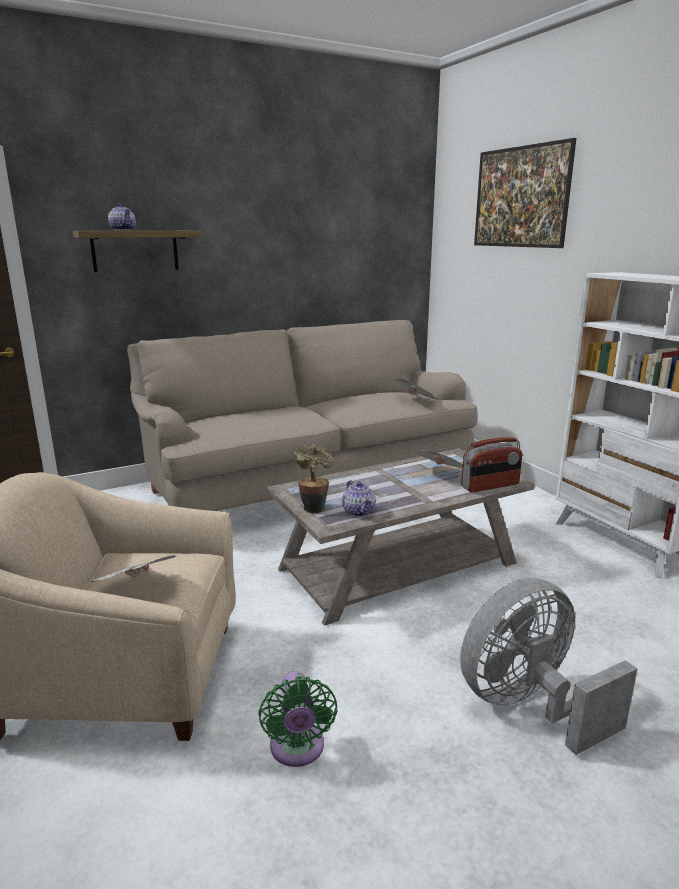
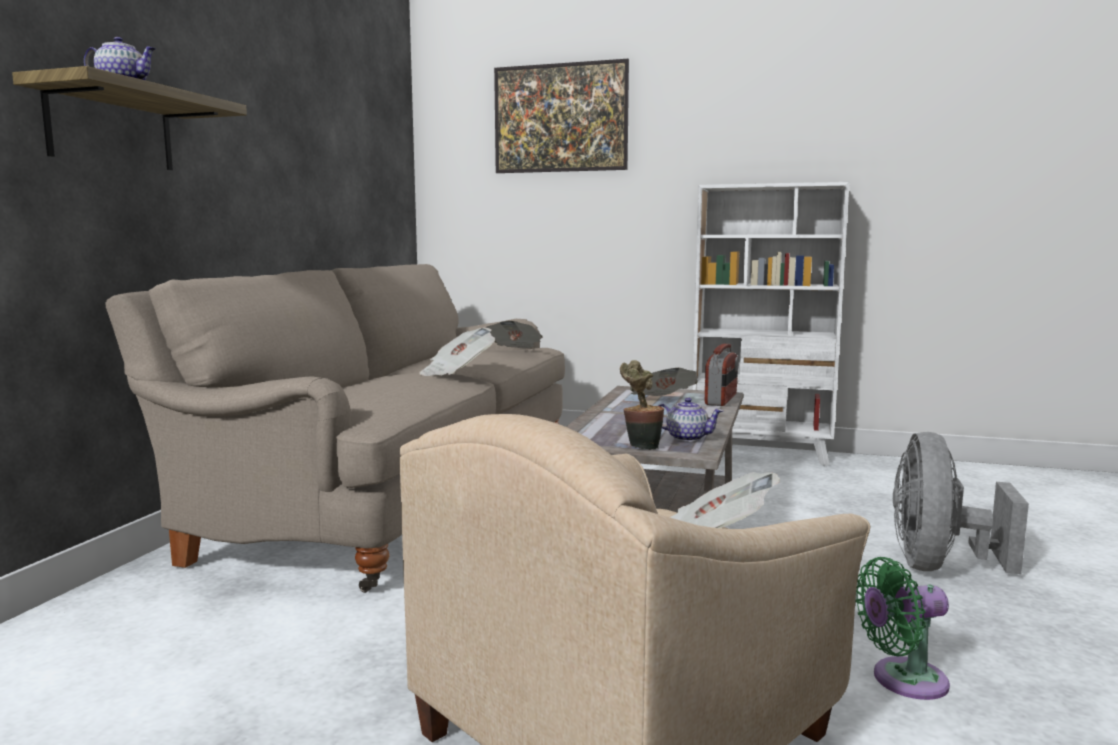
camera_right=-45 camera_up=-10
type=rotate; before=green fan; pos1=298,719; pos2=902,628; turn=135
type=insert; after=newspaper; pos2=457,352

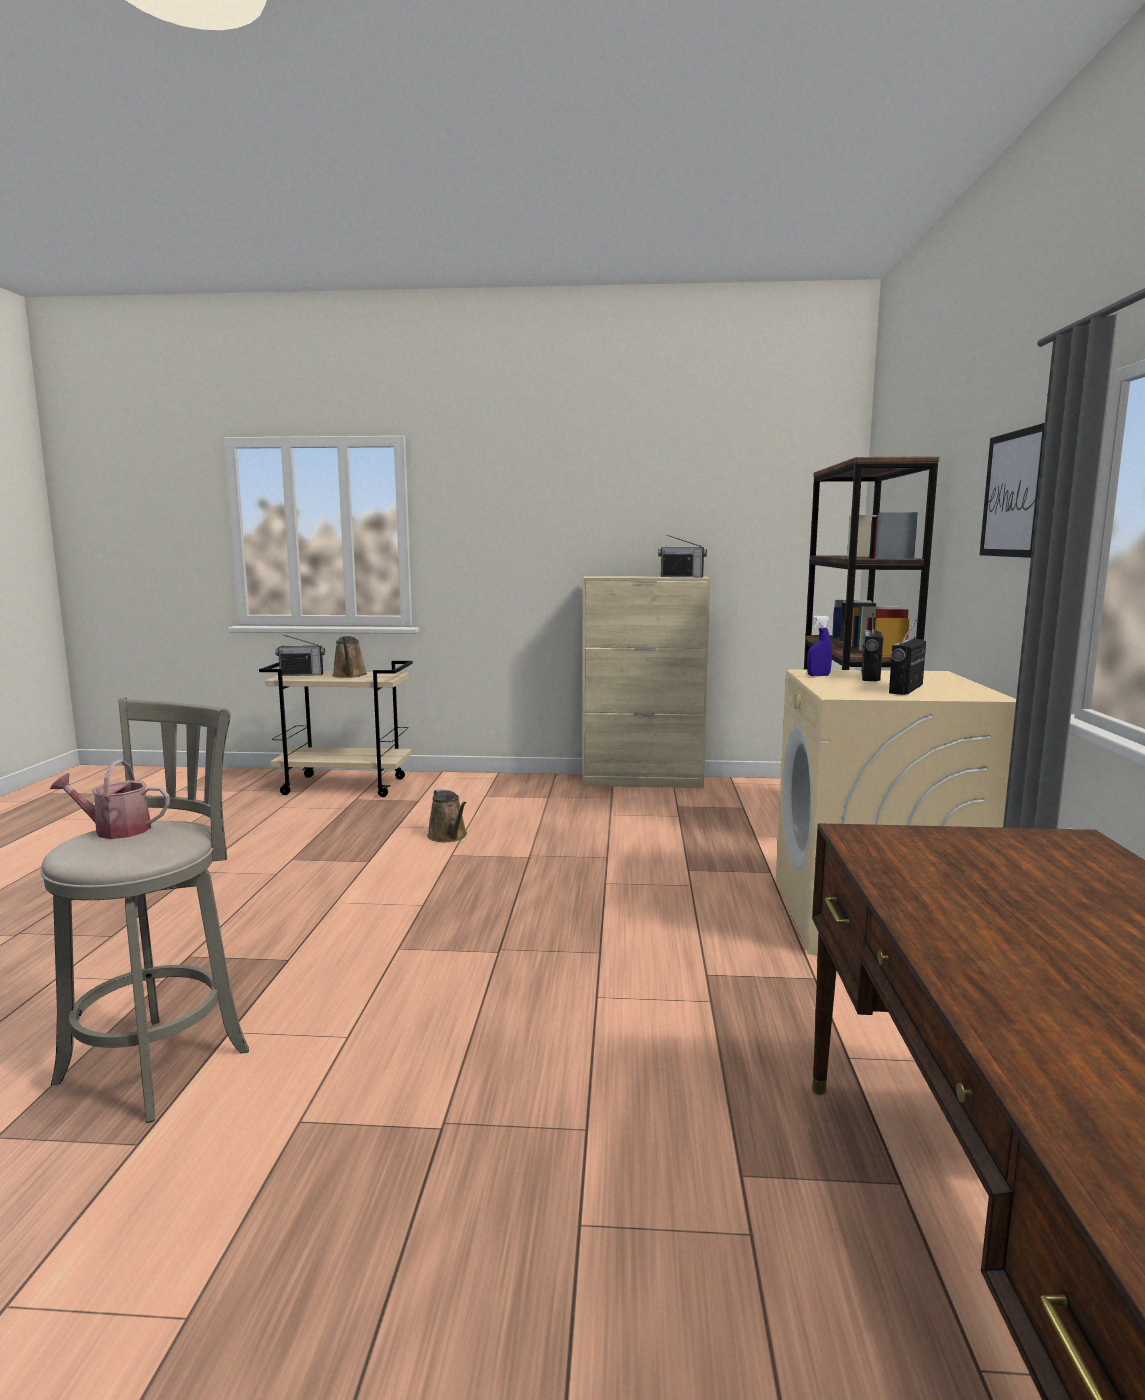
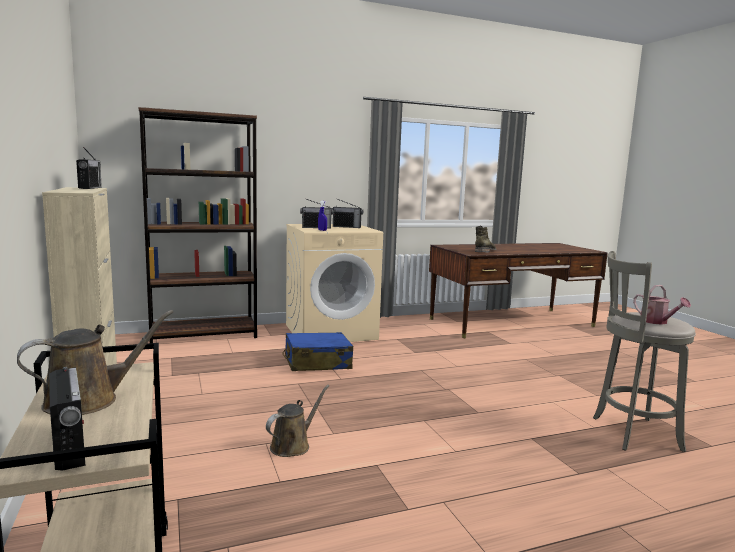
camera_right=-115 camera_up=0
type=delete; before=picture; pos1=1012,490
type=insert; after=blue suitcase; pos2=317,351
type=insert; after=green boot; pos2=485,239

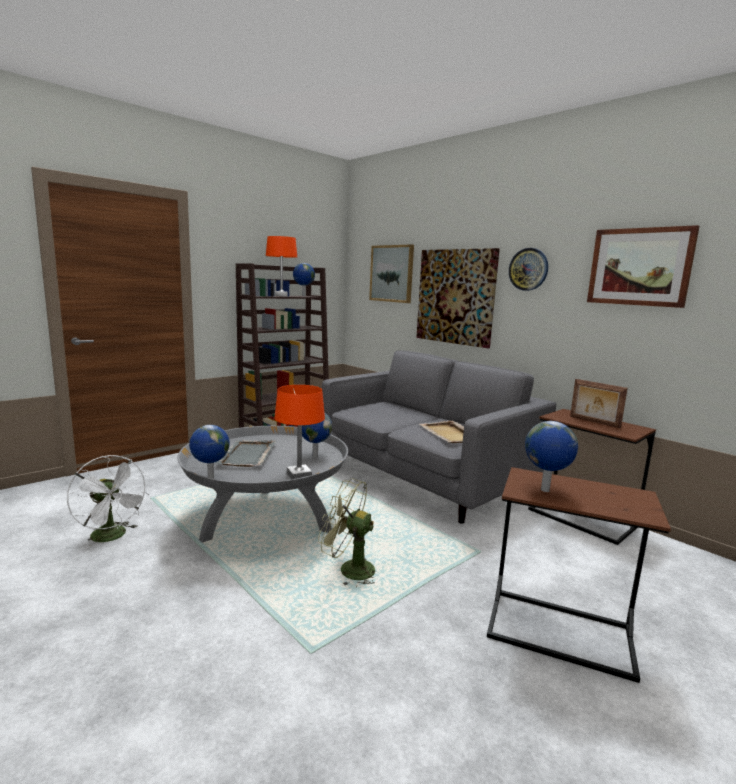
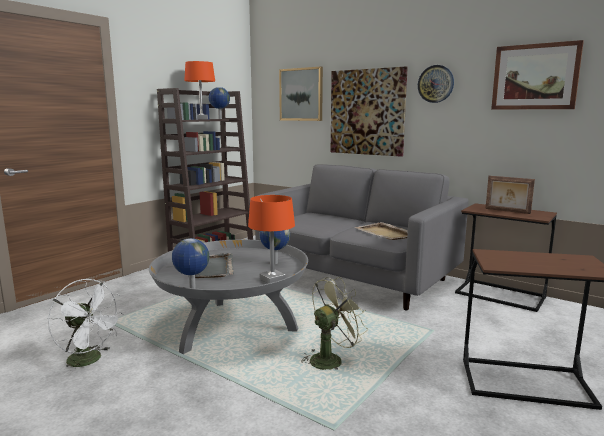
camera_right=-10 camera_up=0
type=rotate; before=green fan; pos1=347,533; pos2=334,323; turn=135
type=delete; before=globe; pos1=551,456

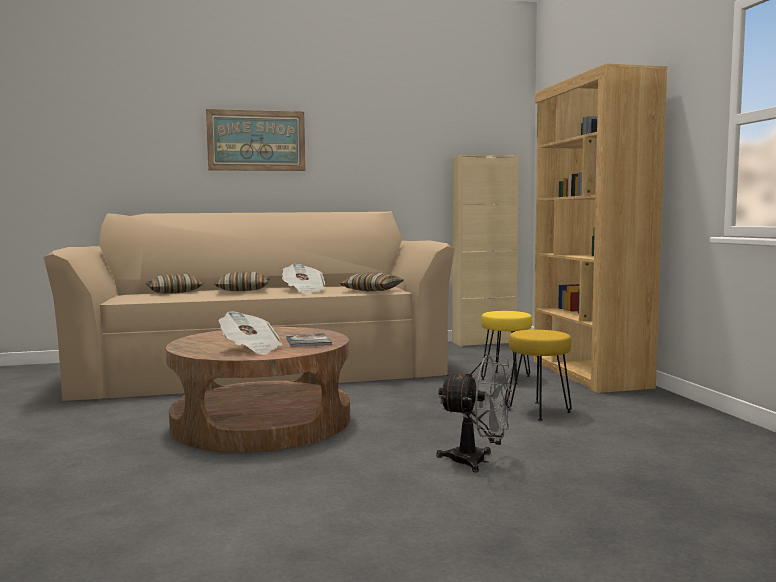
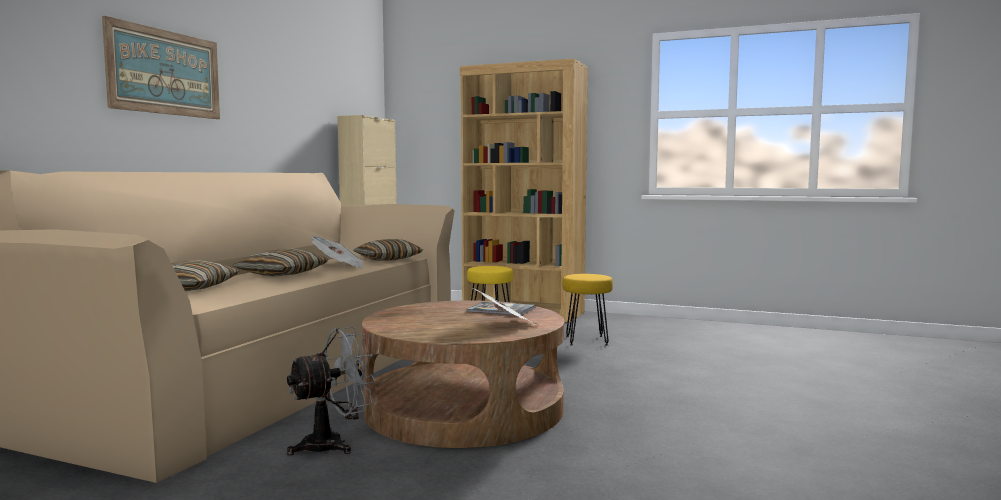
camera_right=-55 camera_up=0
type=move; before=grey fan; pos1=475,413; pos2=331,391

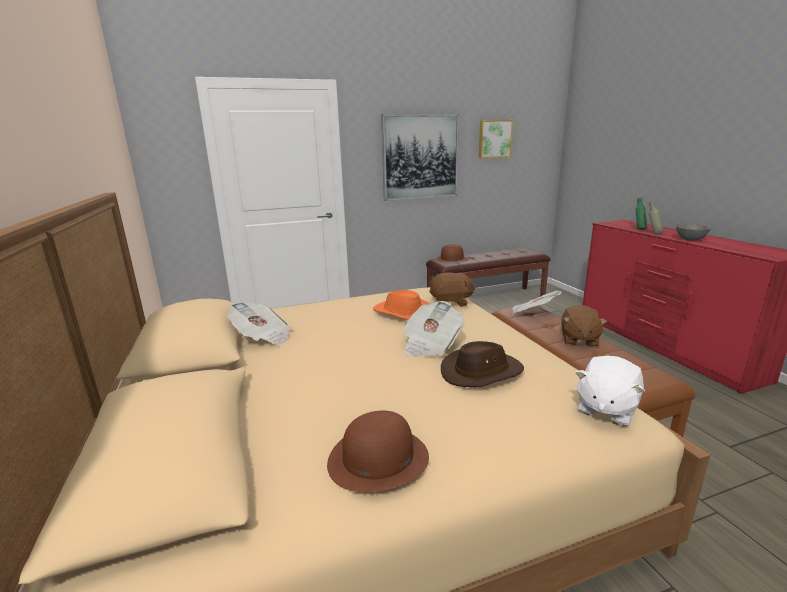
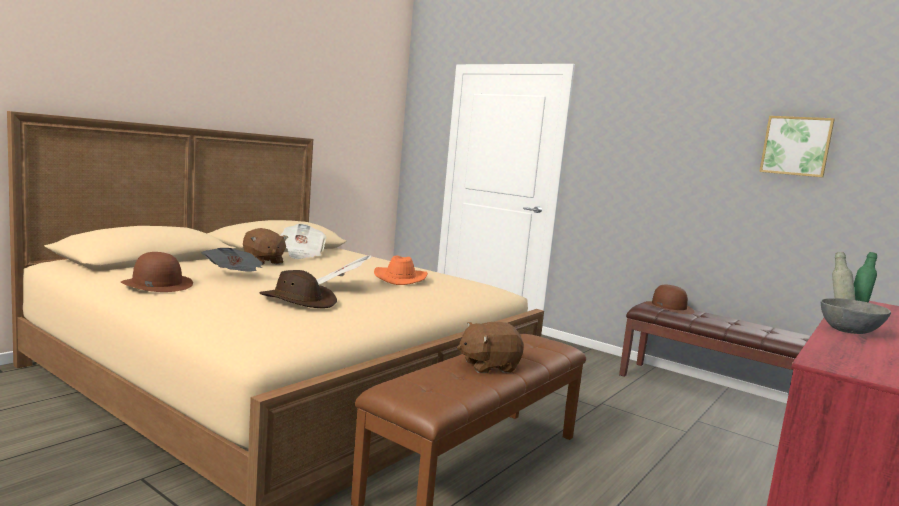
camera_right=55 camera_up=-10
type=delete; before=picture; pos1=420,157
type=move; before=brown plush toy; pos1=453,289; pos2=265,246
type=move; before=newspaper; pos1=536,302; pos2=232,260
type=delete; before=white plush toy; pos1=610,391

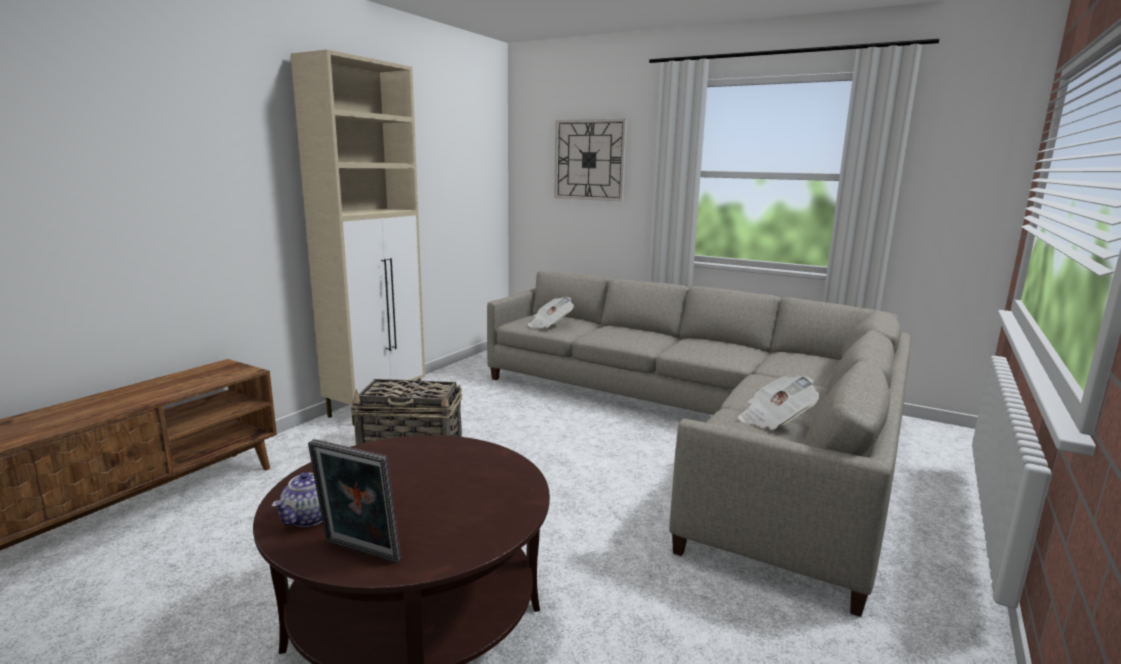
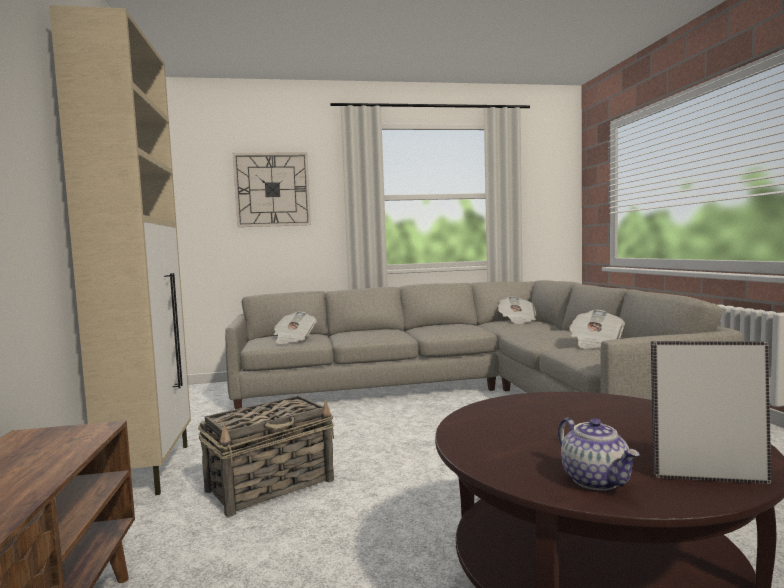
camera_right=-40 camera_up=-10
type=rotate; before=picture frame; pos1=354,501; pos2=711,412; turn=-150
type=insert; after=newspaper; pos2=517,310

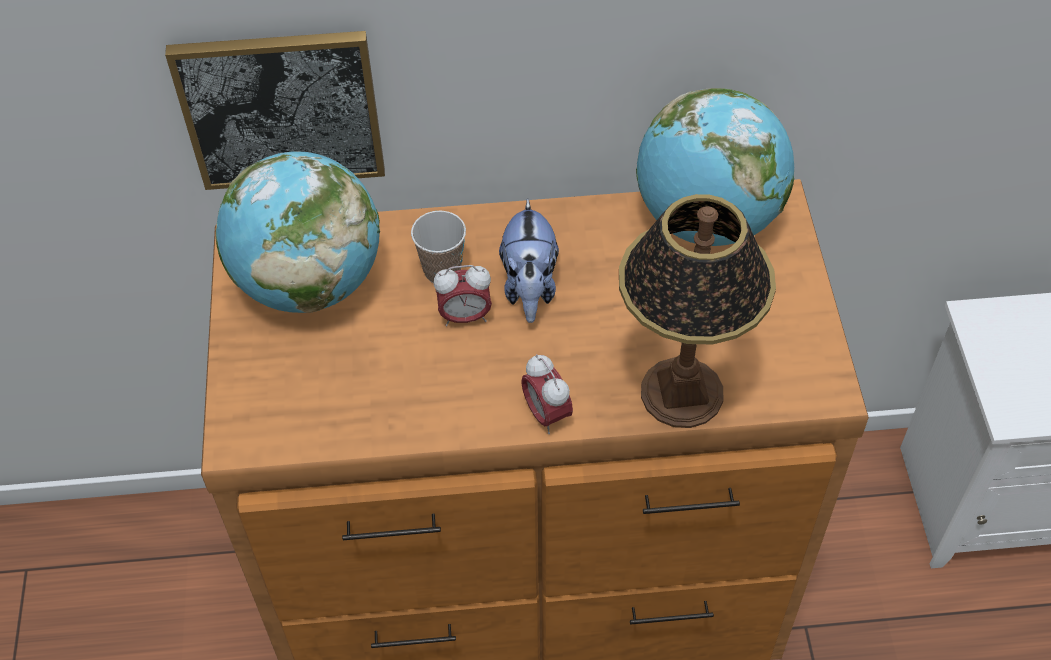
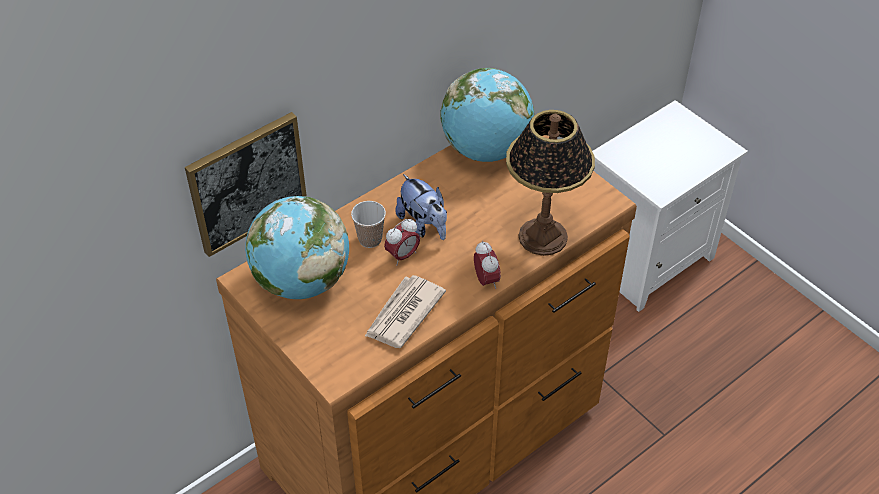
camera_right=-35 camera_up=-5
type=rotate; before=alarm clock; pos1=547,394; pos2=487,265; turn=-135
type=insert; after=newspaper; pos2=405,311

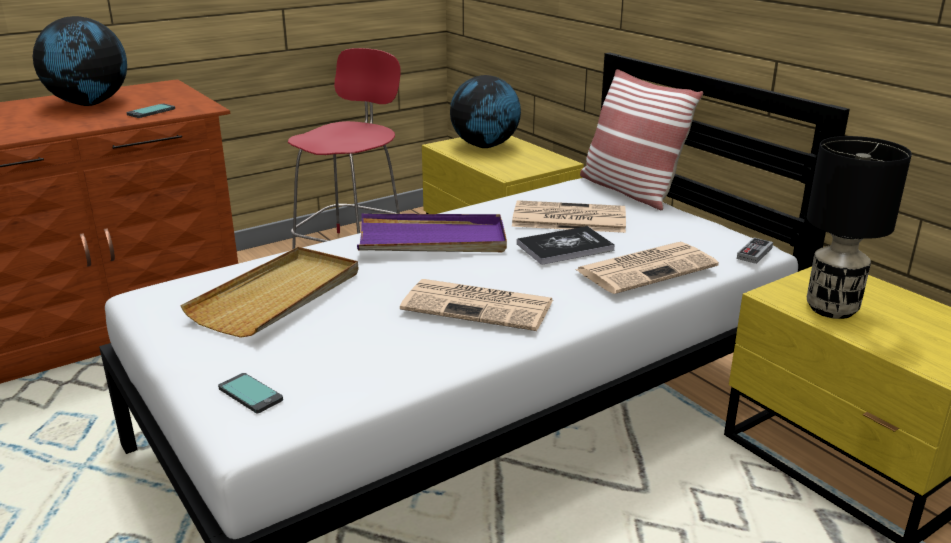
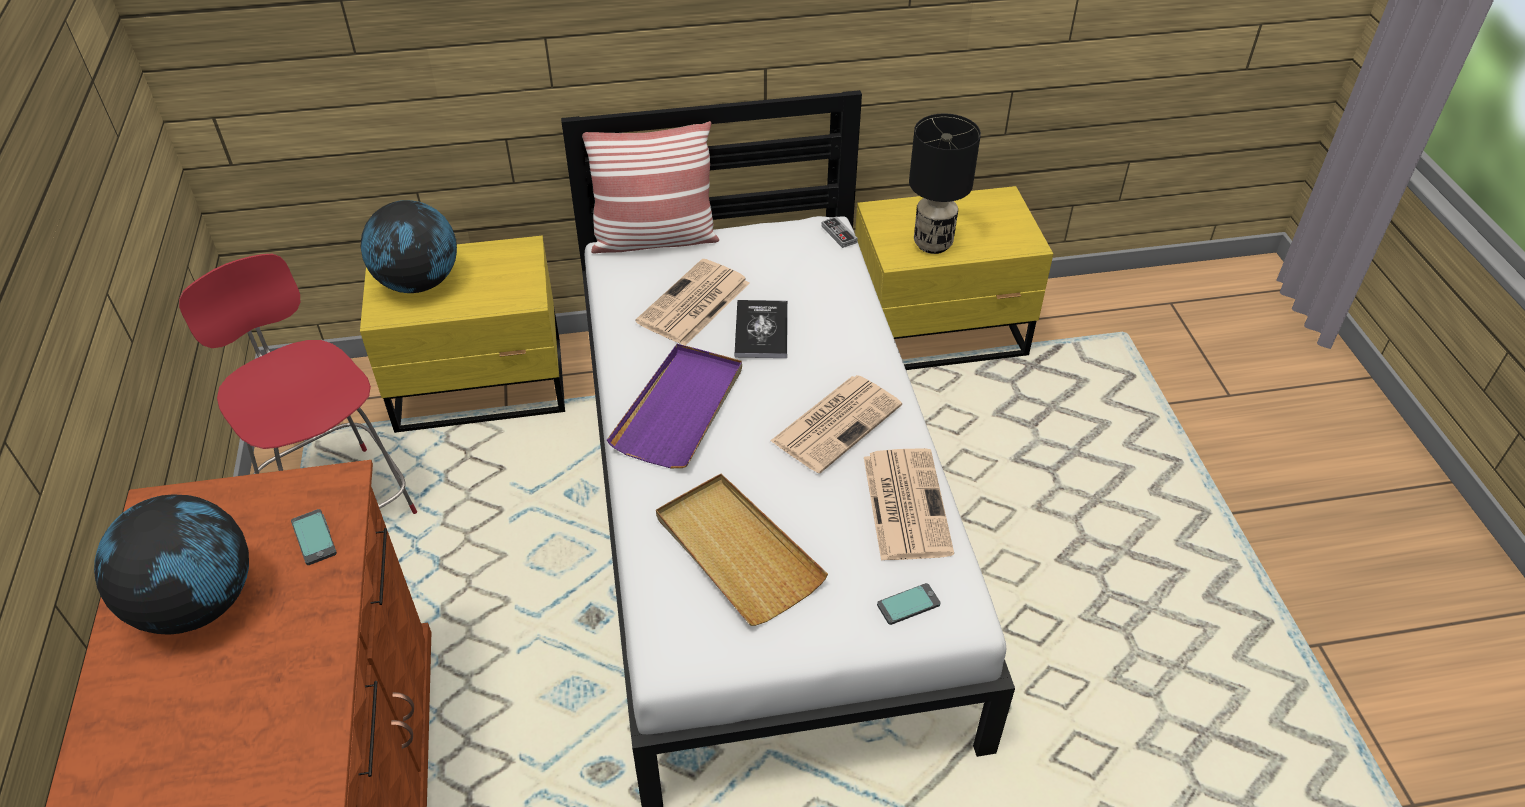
camera_right=-65 camera_up=20
type=move; before=newspaper; pos1=647,268; pos2=909,504

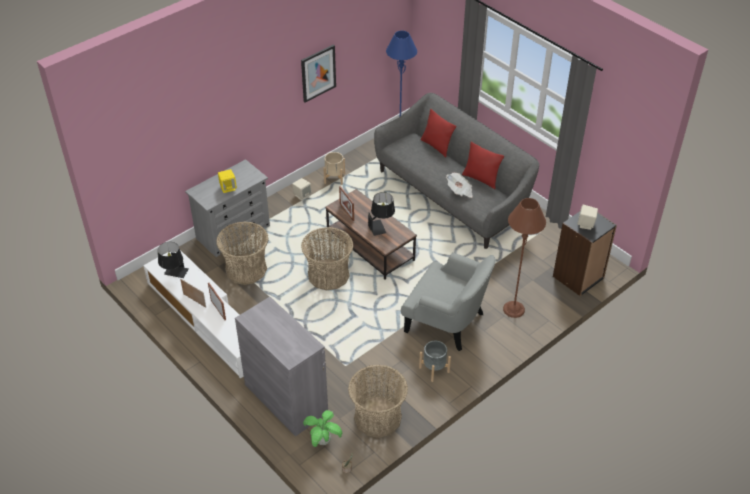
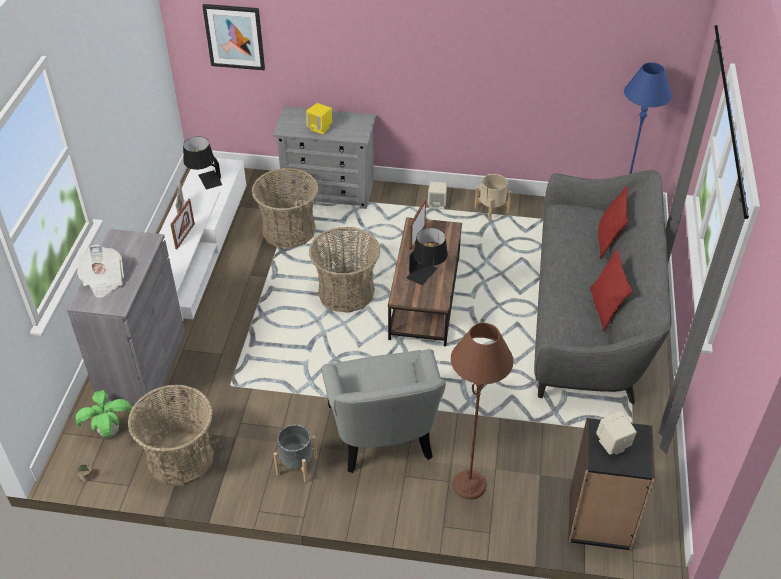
camera_right=50 camera_up=0
type=move; before=picture; pos1=318,73; pos2=233,37
type=move; before=newspaper; pos1=459,185; pos2=100,271

